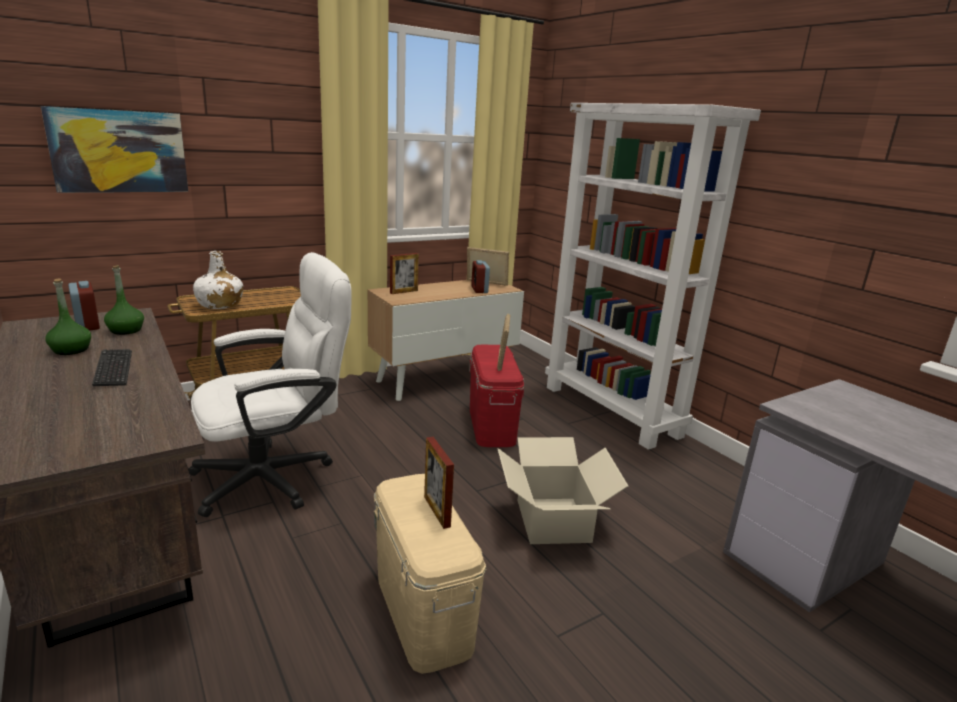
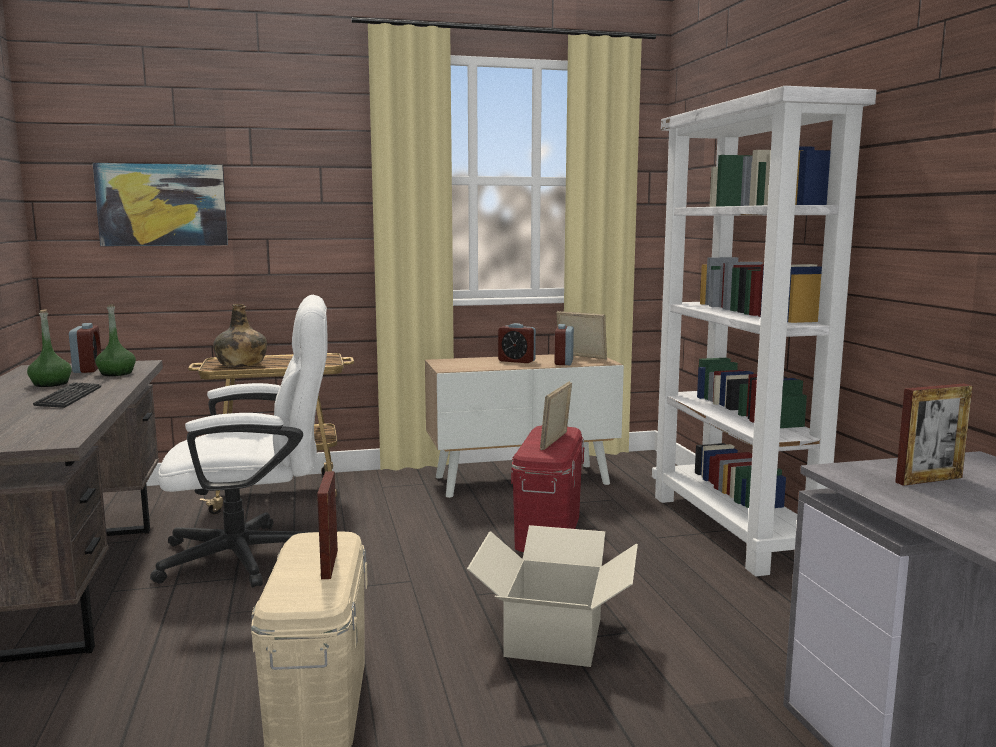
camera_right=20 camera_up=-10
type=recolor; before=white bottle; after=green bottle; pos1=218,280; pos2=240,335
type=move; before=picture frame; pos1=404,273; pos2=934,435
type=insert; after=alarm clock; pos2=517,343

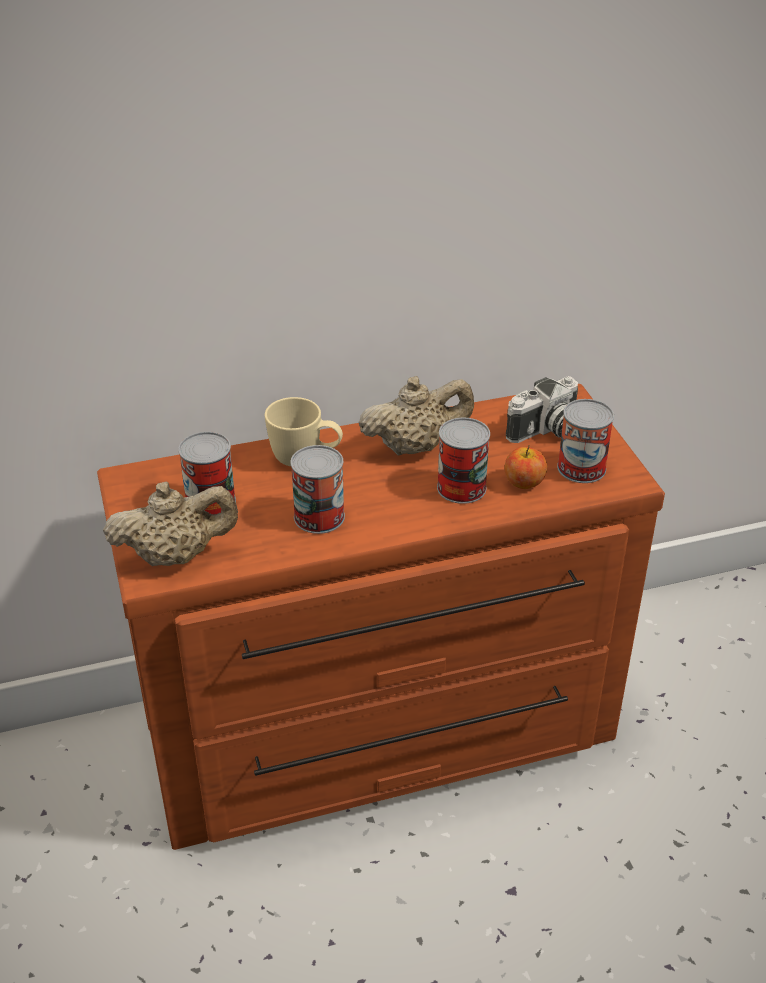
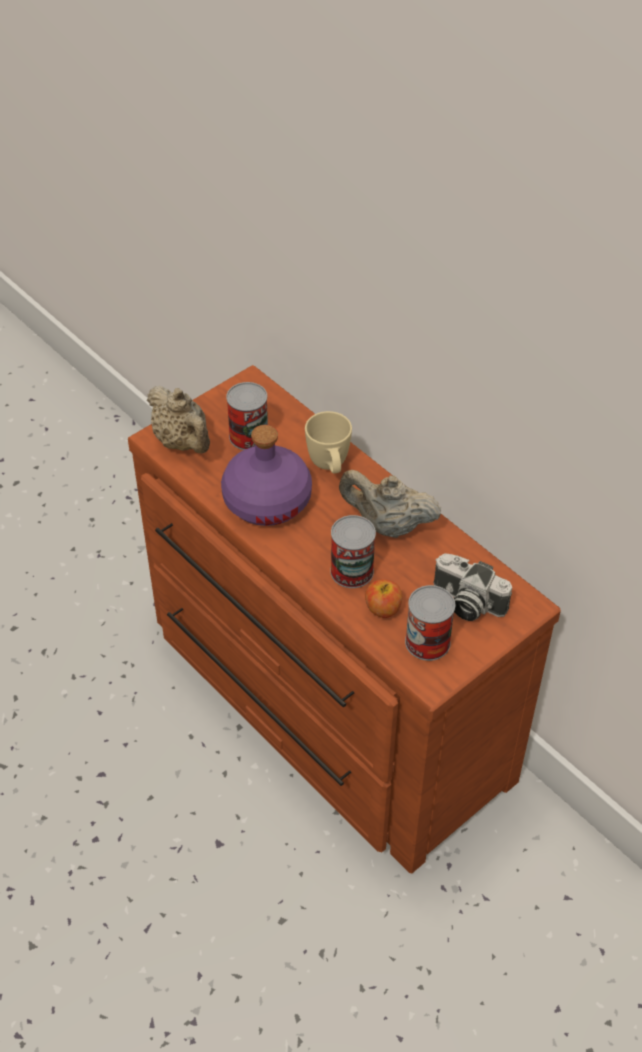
camera_right=65 camera_up=10
type=replace; before=can; after=purple bottle; pos1=317,489; pos2=266,475
type=rotate; before=beige teapot; pos1=416,415; pos2=390,504; turn=150

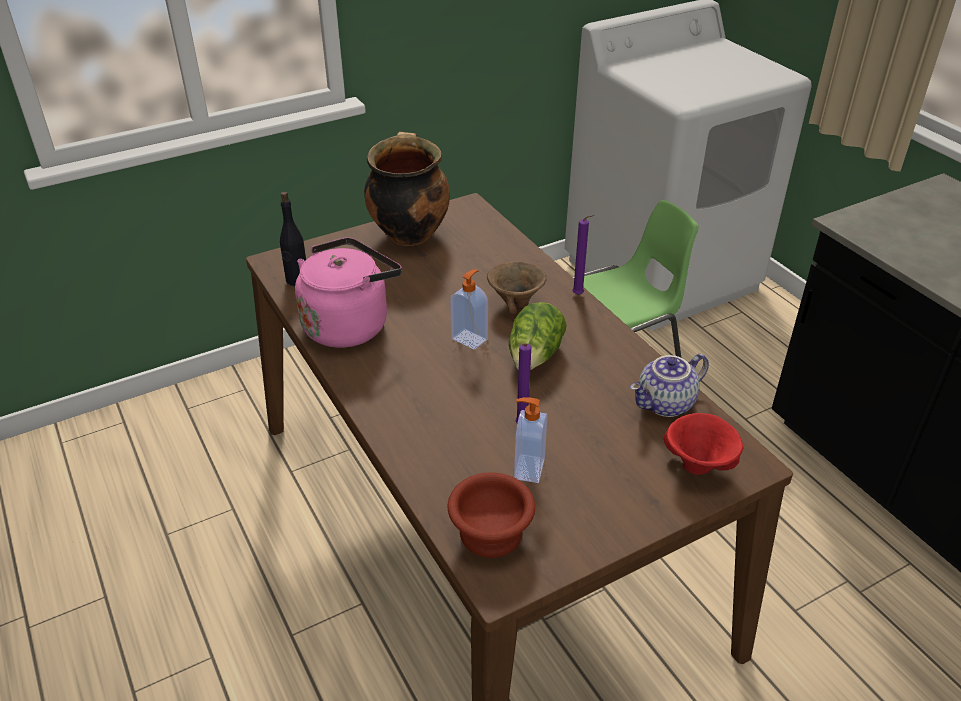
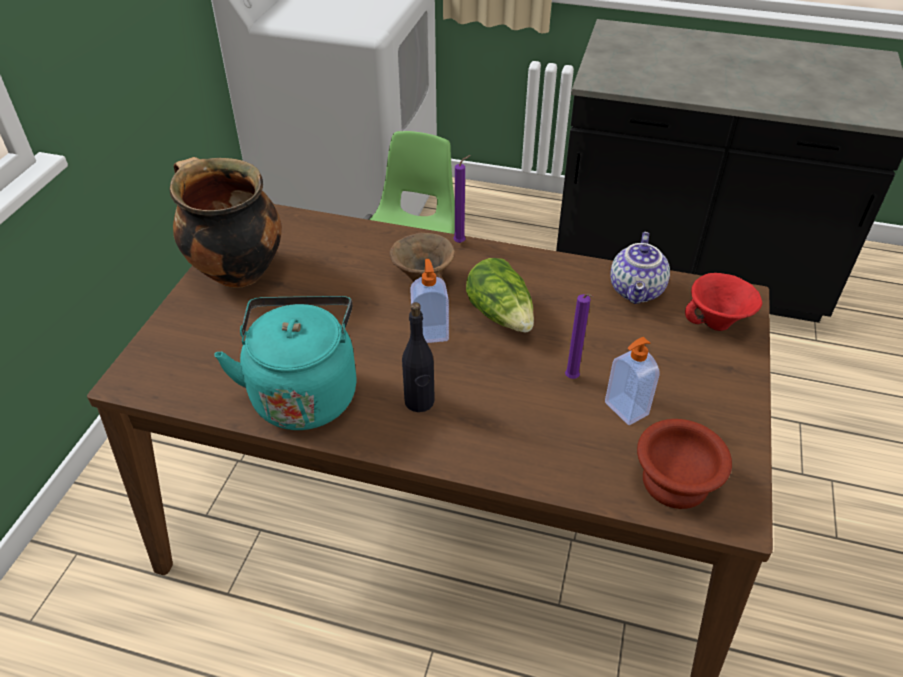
camera_right=-45 camera_up=5
type=move; before=black bottle; pos1=293,239; pos2=418,357
type=recolor; before=pink kettle; after=turquoise kettle; pos1=348,292; pos2=285,363

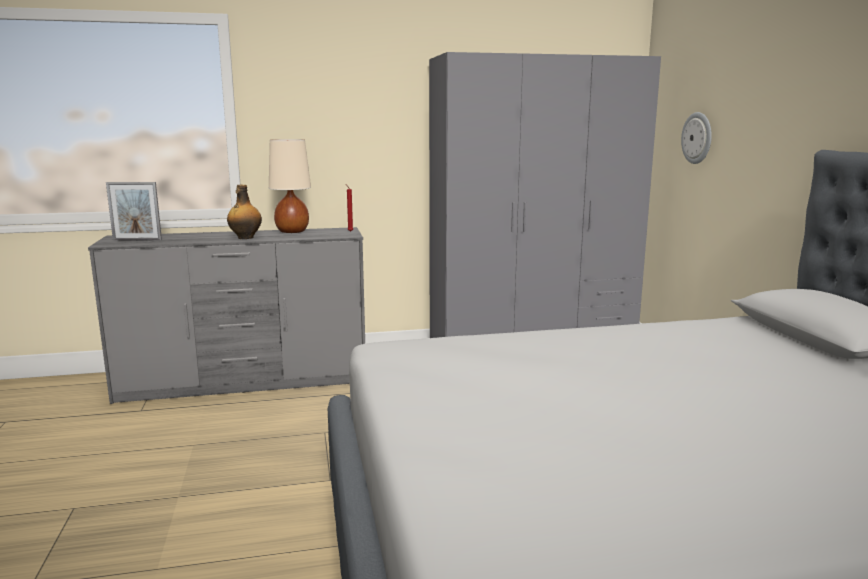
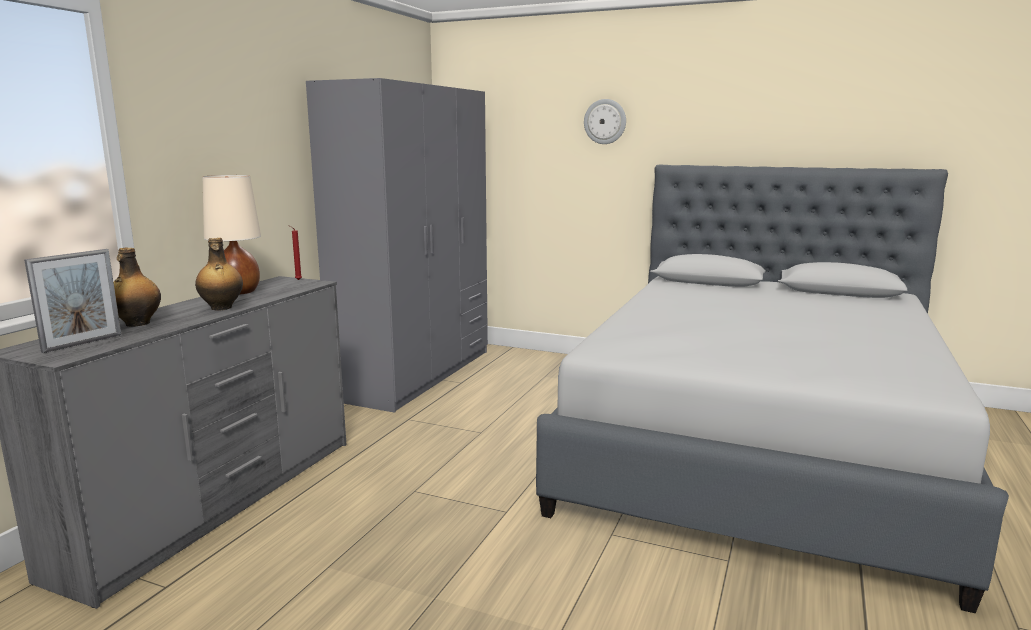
camera_right=-55 camera_up=0
type=move; before=wall clock; pos1=696,138; pos2=605,121
type=insert; after=bottle; pos2=137,287

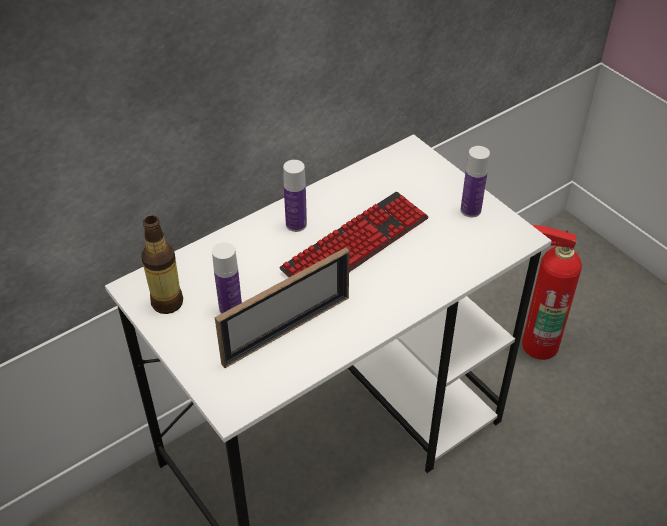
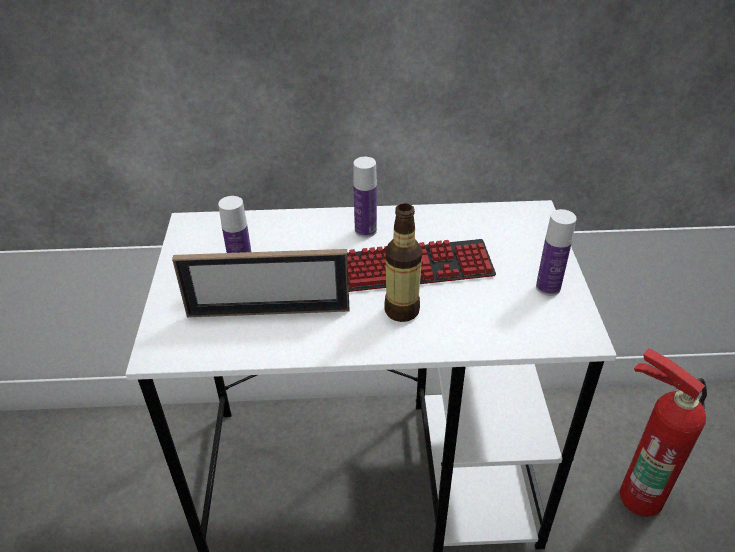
camera_right=35 camera_up=-5
type=move; before=bottle; pos1=162,265; pos2=403,262

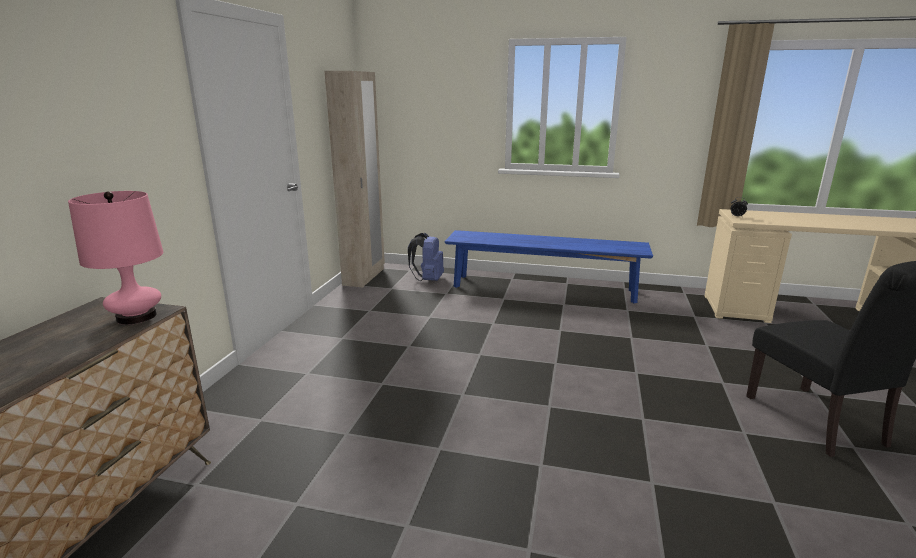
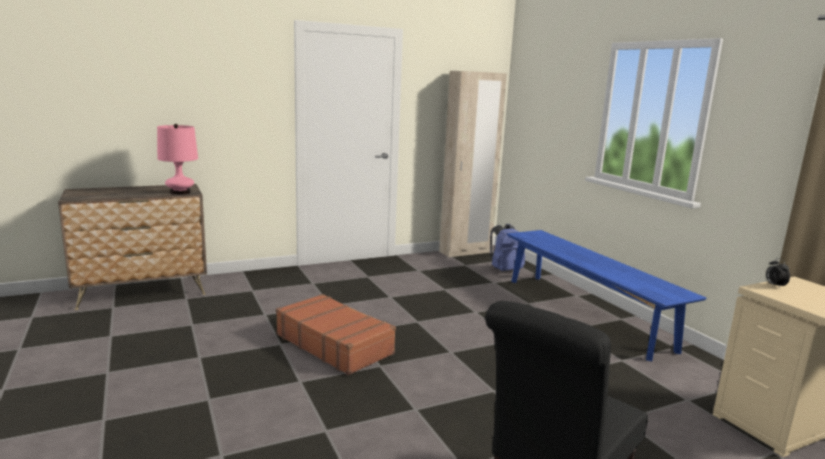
camera_right=50 camera_up=-5
type=insert; after=brown suitcase; pos2=336,334

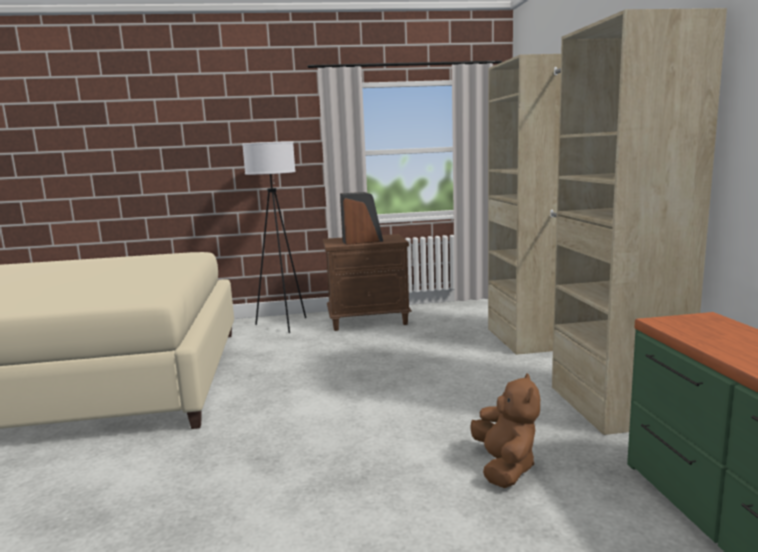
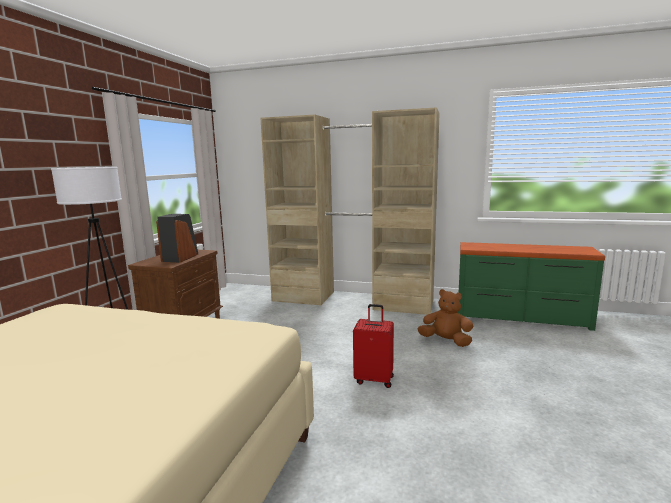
camera_right=-65 camera_up=0
type=insert; after=red suitcase; pos2=373,346

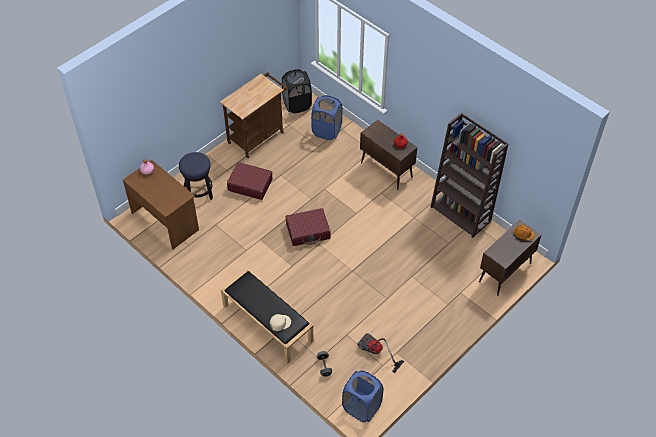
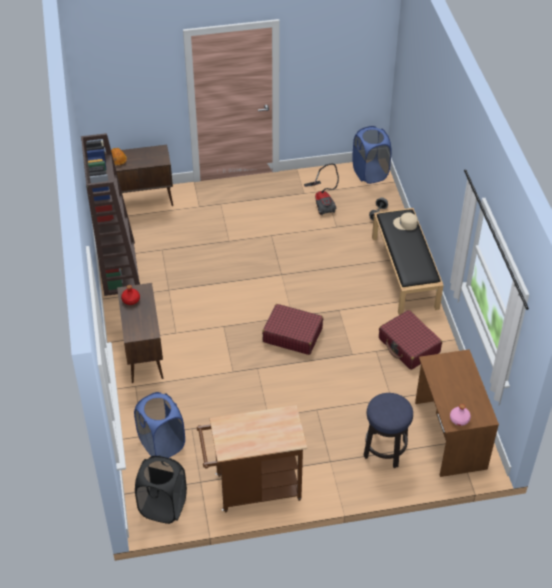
camera_right=-145 camera_up=-5
type=move; before=red suitcase; pos1=250,181; pos2=410,340

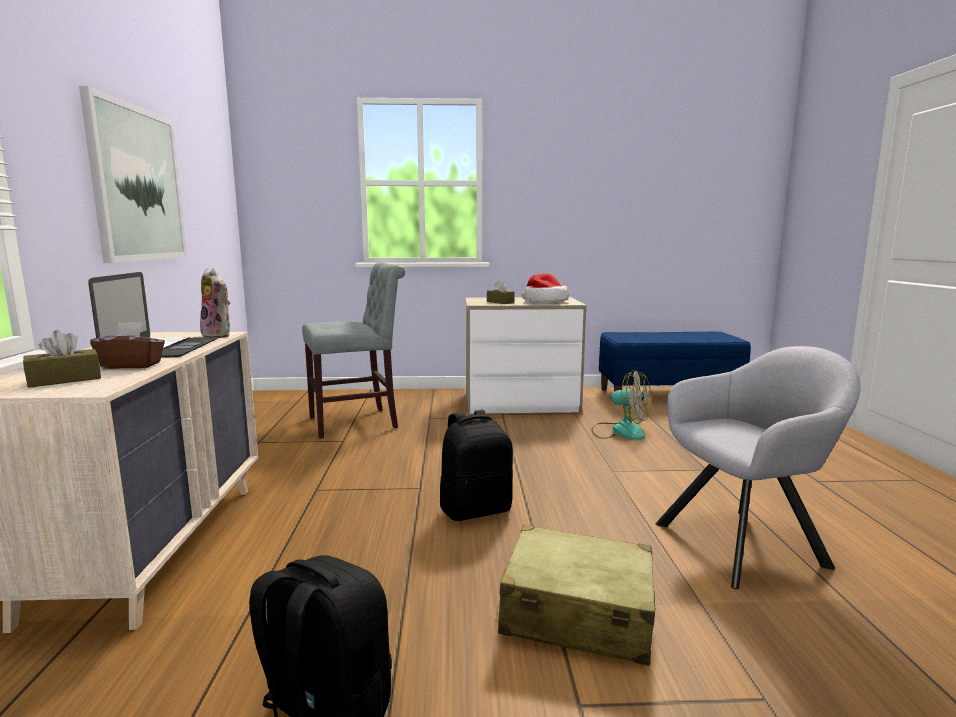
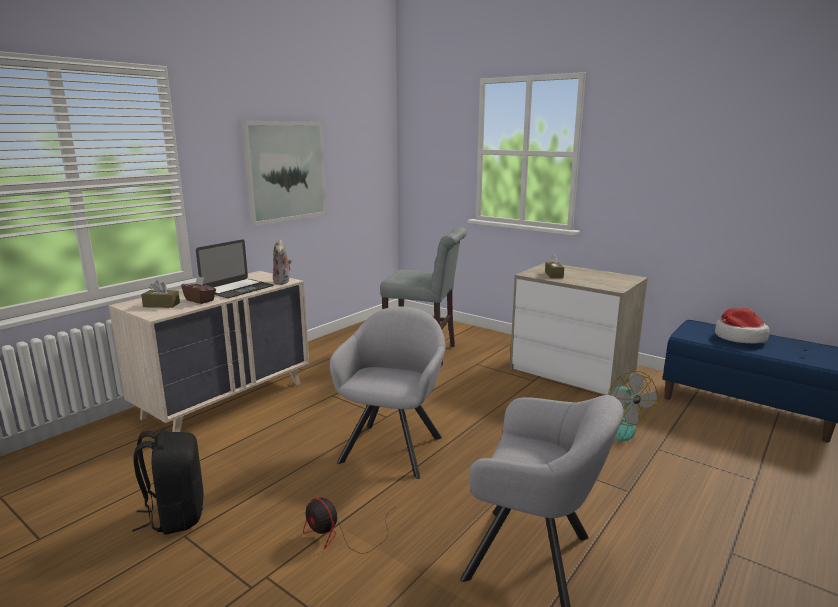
camera_right=40 camera_up=5
type=replace; before=black backpack; after=grey armchair; pos1=476,465; pos2=388,392
type=replace; before=beige suitcase; after=fan; pos1=577,595; pos2=348,526
type=move; before=hat; pos1=545,287; pos2=742,326

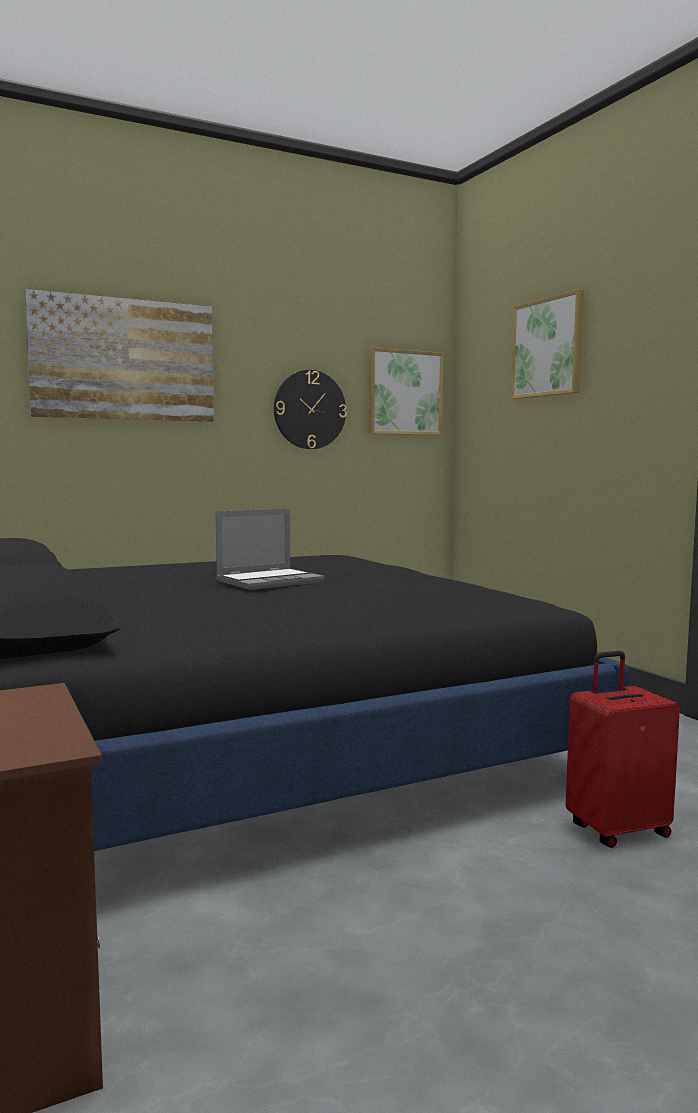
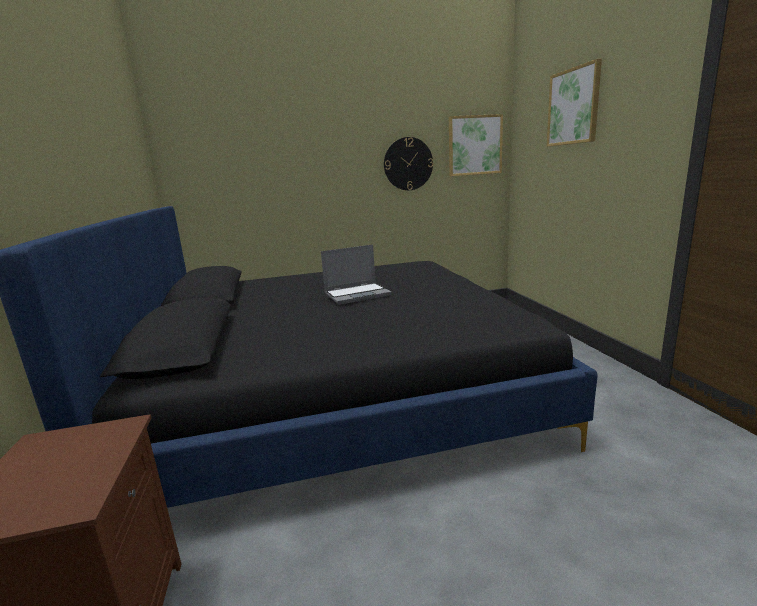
camera_right=15 camera_up=10
type=delete; before=picture; pos1=119,355
type=delete; before=red suitcase; pos1=622,749

